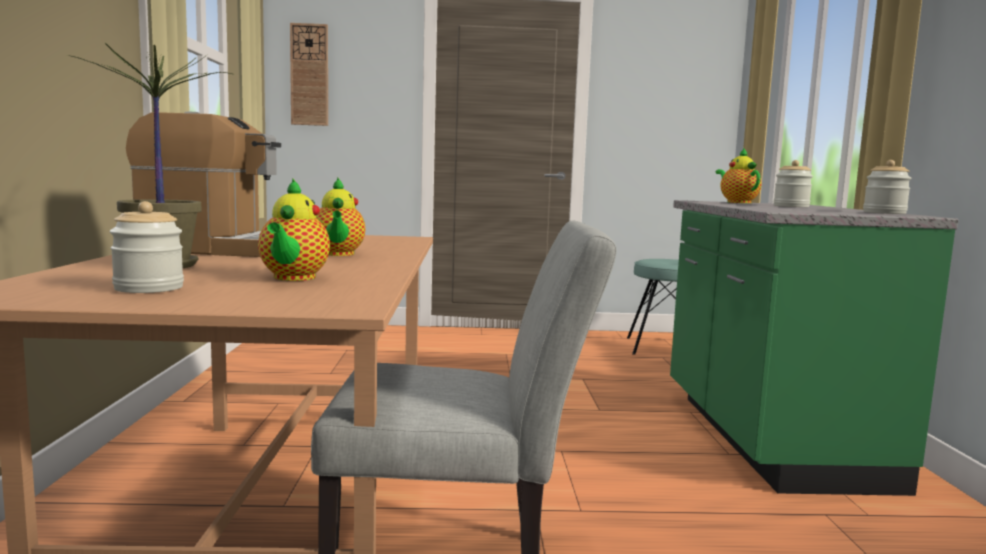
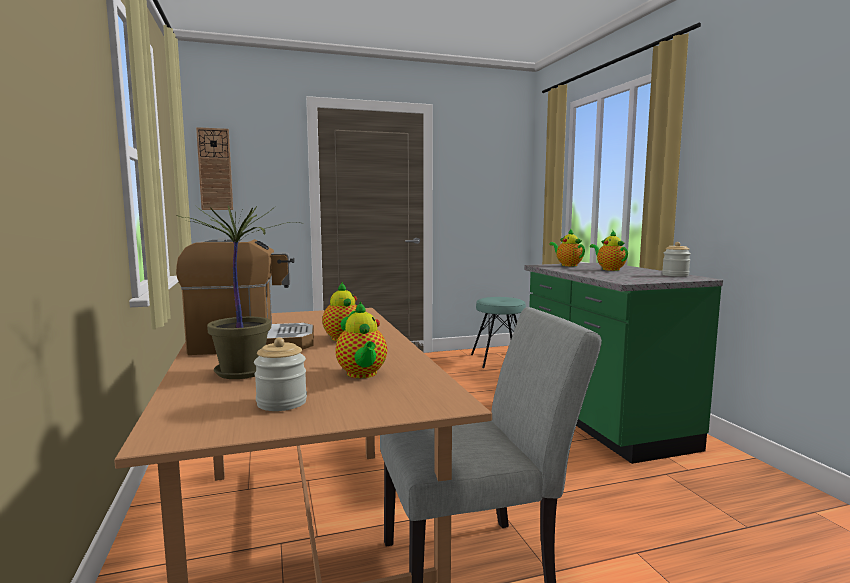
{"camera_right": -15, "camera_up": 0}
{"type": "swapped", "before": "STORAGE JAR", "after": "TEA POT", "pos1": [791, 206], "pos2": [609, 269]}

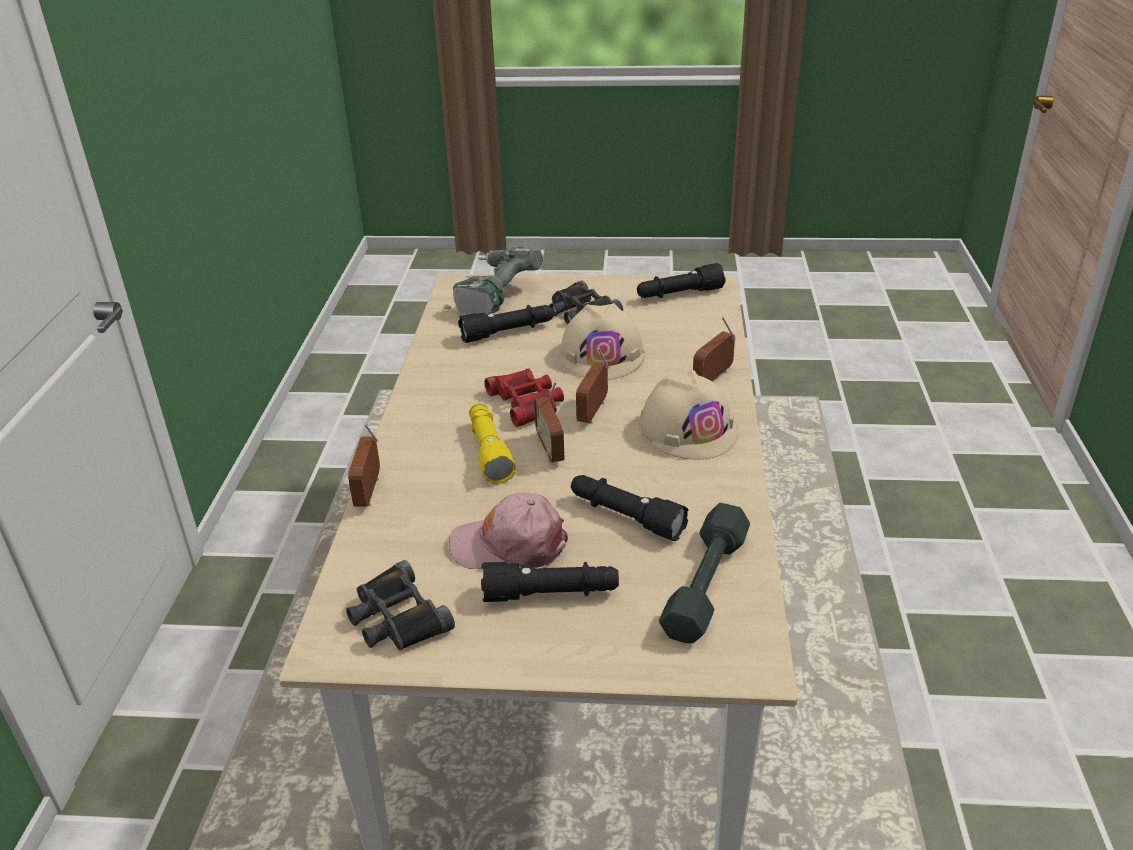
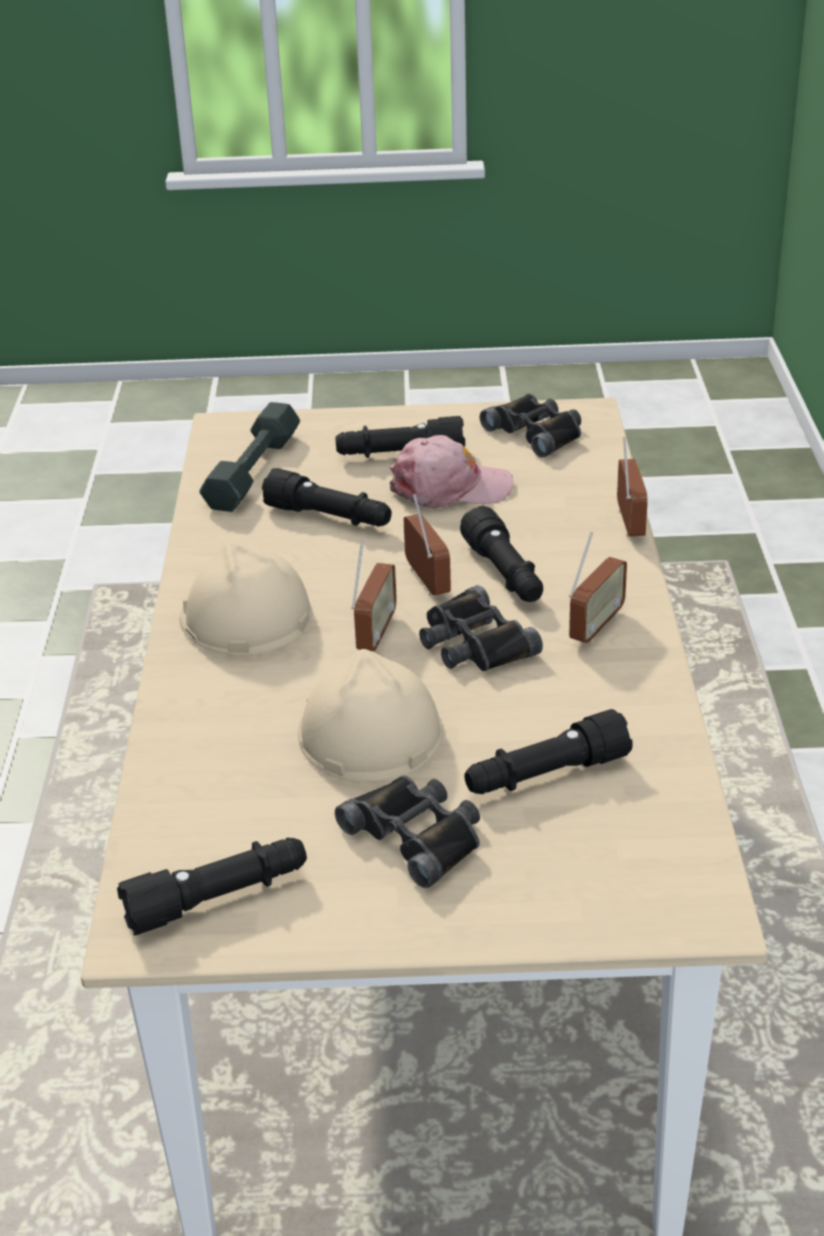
{"camera_right": 175, "camera_up": 0}
{"type": "gone", "before": "DRILL", "pos1": [492, 296]}
{"type": "shifted", "before": "RADIO SET", "pos1": [713, 378], "pos2": [596, 627]}
{"type": "repainted", "before": "YELLOW-COLOURED HAND TORCH", "after": "BLACK HAND TORCH", "pos1": [489, 451], "pos2": [505, 575]}
{"type": "repainted", "before": "REDDISH BINOCULARS", "after": "BLACK BINOCULARS", "pos1": [527, 402], "pos2": [474, 643]}

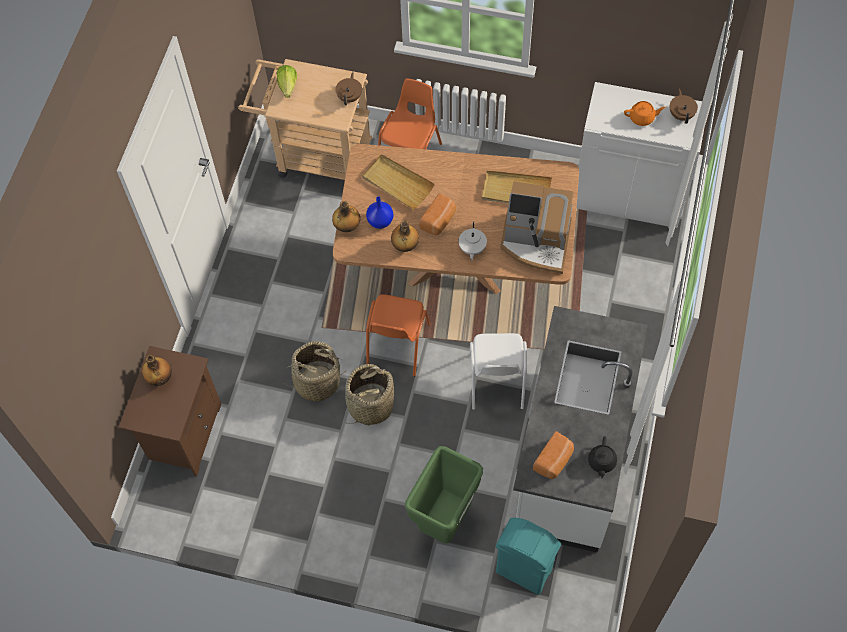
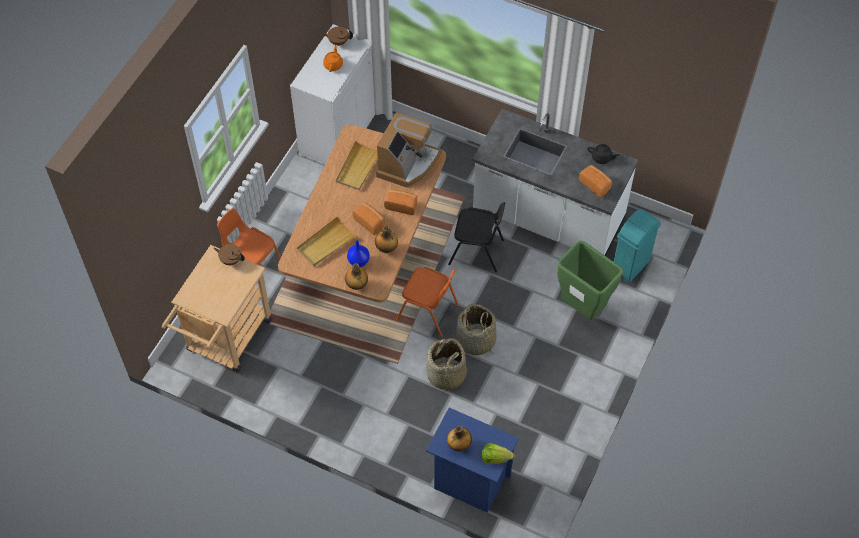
{"camera_right": -80, "camera_up": -5}
{"type": "shifted", "before": "LETTUCE HEAD", "pos1": [288, 86], "pos2": [495, 457]}
{"type": "swapped", "before": "WHITISH TEA POT", "after": "BAKED BREAD", "pos1": [472, 248], "pos2": [401, 205]}
{"type": "repainted", "before": "BROWN NIGHTSTAND", "after": "BLUE-COLOURED NIGHTSTAND", "pos1": [184, 433], "pos2": [469, 481]}
{"type": "repainted", "before": "WHITISH UPRIGHT CHAIR", "after": "BLACK UPRIGHT CHAIR", "pos1": [496, 382], "pos2": [477, 252]}

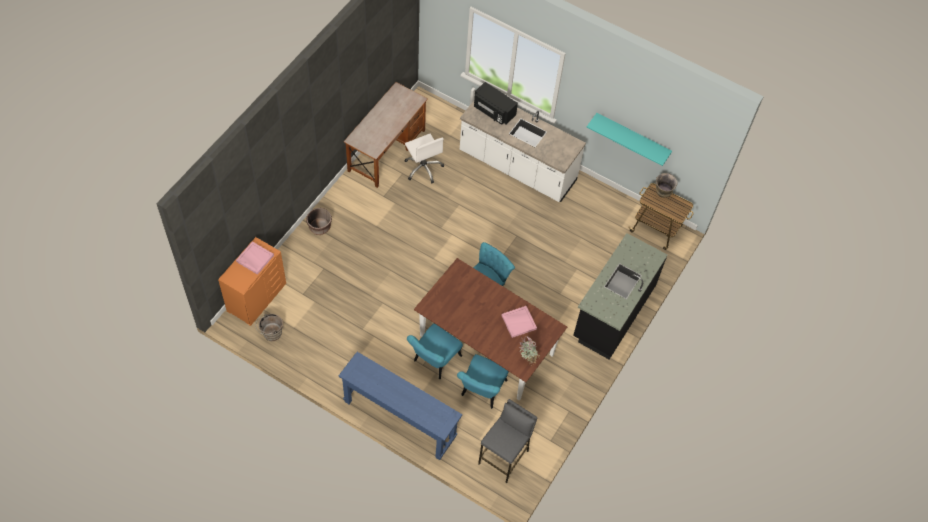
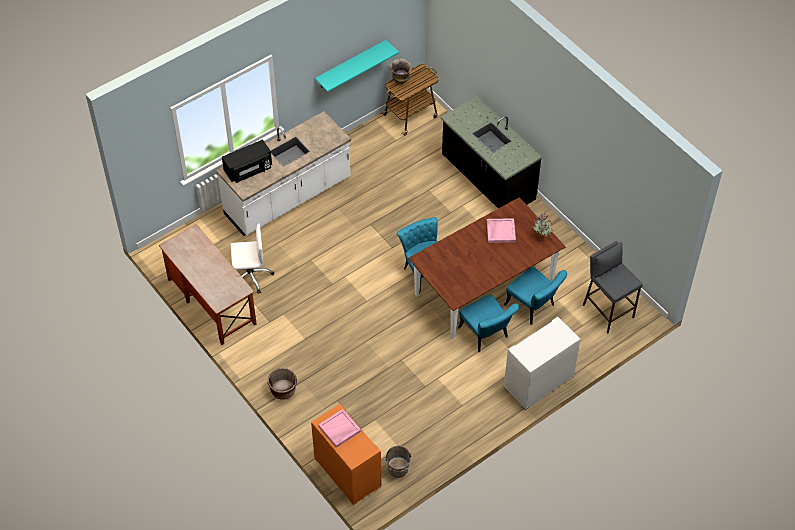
{"camera_right": -65, "camera_up": -5}
{"type": "swapped", "before": "BLUE-COLOURED CONSOLE TABLE", "after": "WHITISH DRESSER", "pos1": [400, 419], "pos2": [539, 382]}

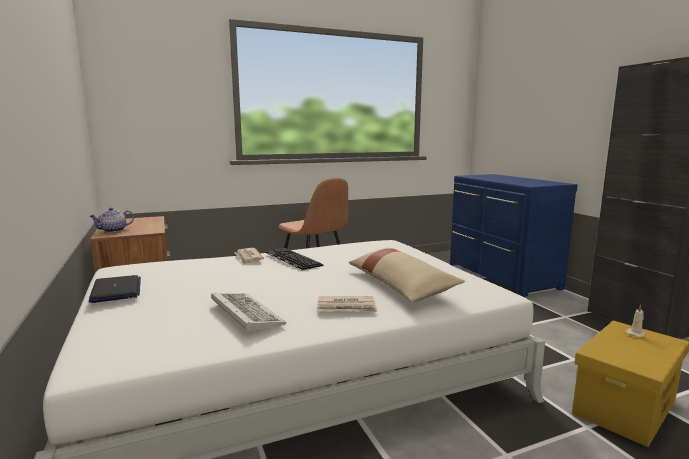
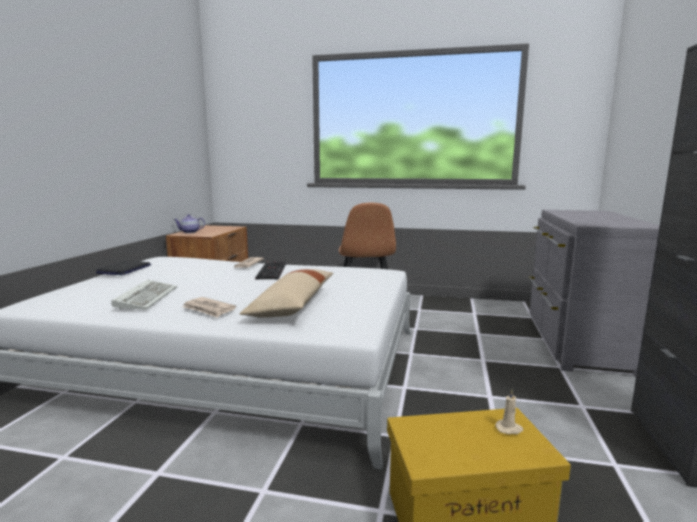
{"camera_right": 35, "camera_up": 0}
{"type": "repainted", "before": "BLUE-COLOURED DRESSER", "after": "GRAY DRESSER", "pos1": [500, 276], "pos2": [576, 343]}

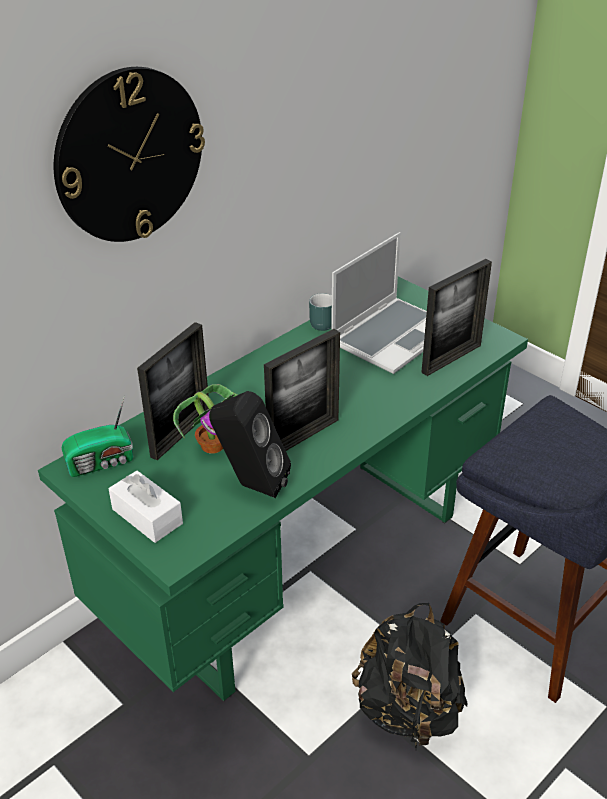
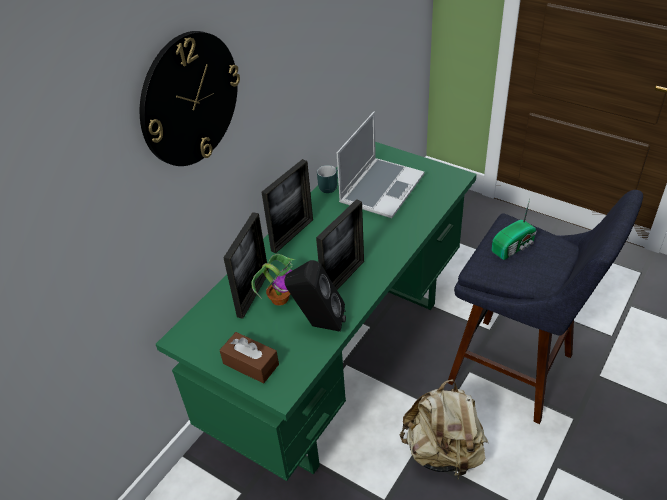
{"camera_right": -10, "camera_up": 5}
{"type": "shifted", "before": "RADIO SET", "pos1": [102, 463], "pos2": [514, 247]}
{"type": "shifted", "before": "PICTURE FRAME", "pos1": [451, 359], "pos2": [292, 235]}
{"type": "repainted", "before": "WHITISH TISSUE BOX", "after": "BROWN TISSUE BOX", "pos1": [147, 516], "pos2": [251, 364]}
{"type": "repainted", "before": "BLACK KNAPSACK", "after": "BEIGE KNAPSACK", "pos1": [408, 710], "pos2": [443, 452]}

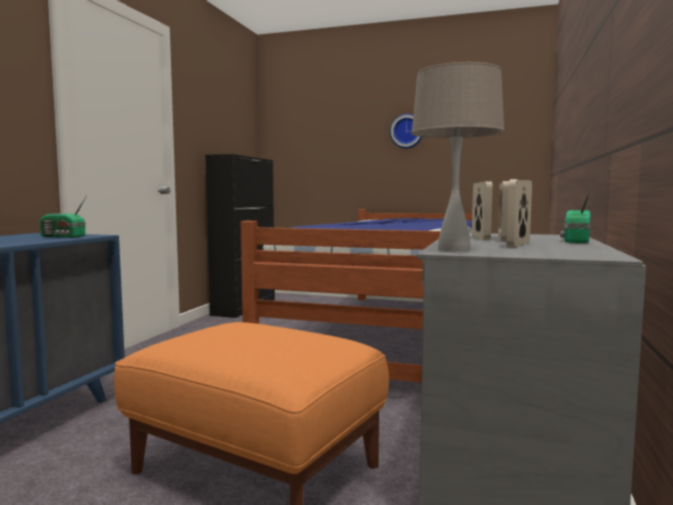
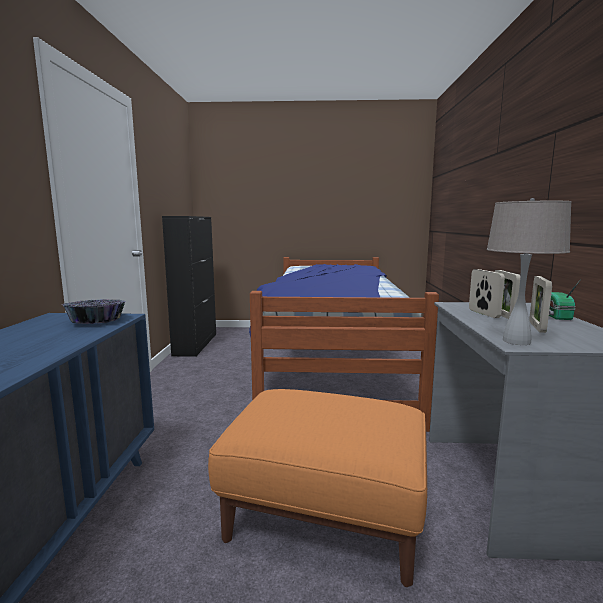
{"camera_right": -15, "camera_up": 5}
{"type": "gone", "before": "CLOCK ON THE WALL", "pos1": [407, 131]}
{"type": "swapped", "before": "RADIO SET", "after": "BOWL", "pos1": [63, 236], "pos2": [97, 321]}

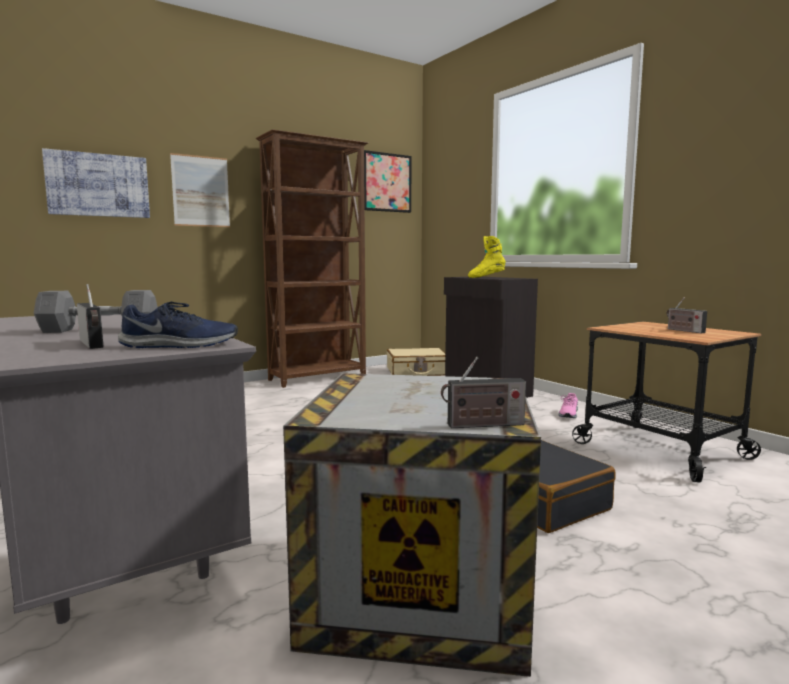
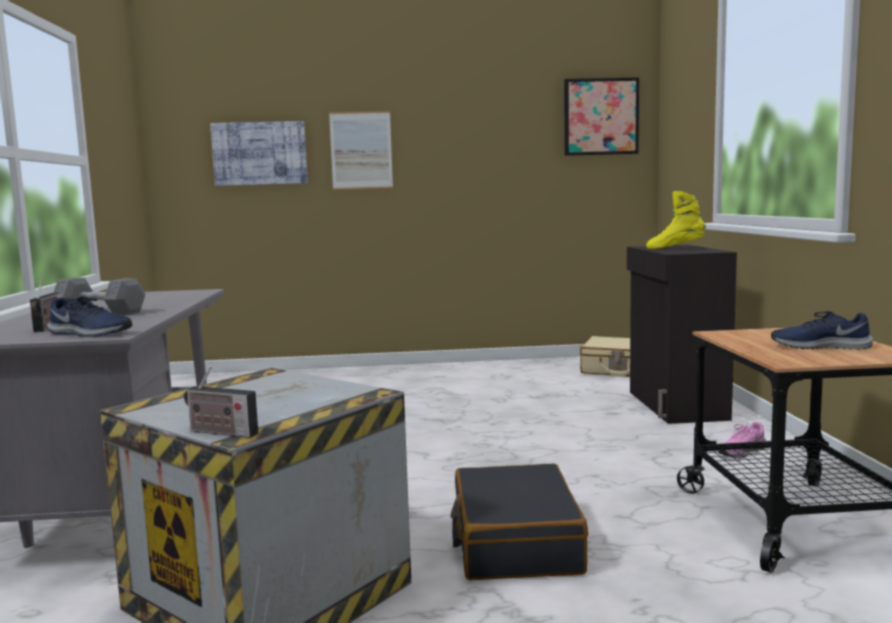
{"camera_right": 30, "camera_up": 0}
{"type": "gone", "before": "BROWN SHELVING UNIT", "pos1": [319, 378]}
{"type": "swapped", "before": "RADIO SET", "after": "BLUE-COLOURED LOW SHOE", "pos1": [683, 330], "pos2": [819, 346]}

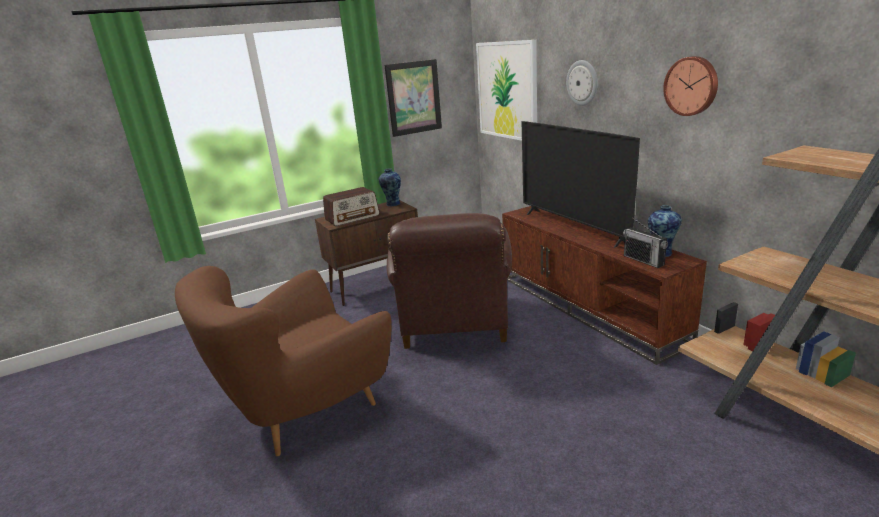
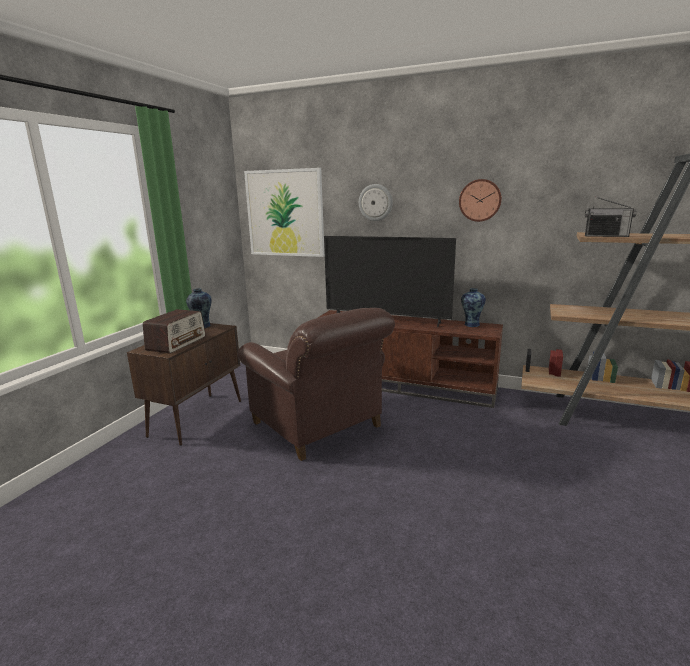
{"camera_right": -40, "camera_up": -5}
{"type": "gone", "before": "BROWN ARMCHAIR", "pos1": [305, 410]}
{"type": "gone", "before": "WALL PICTURE", "pos1": [414, 98]}
{"type": "shifted", "before": "RADIO SET", "pos1": [643, 260], "pos2": [606, 236]}

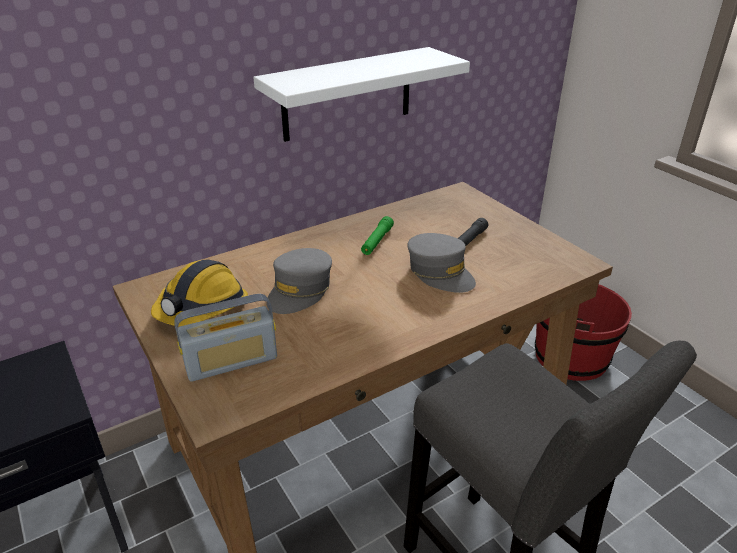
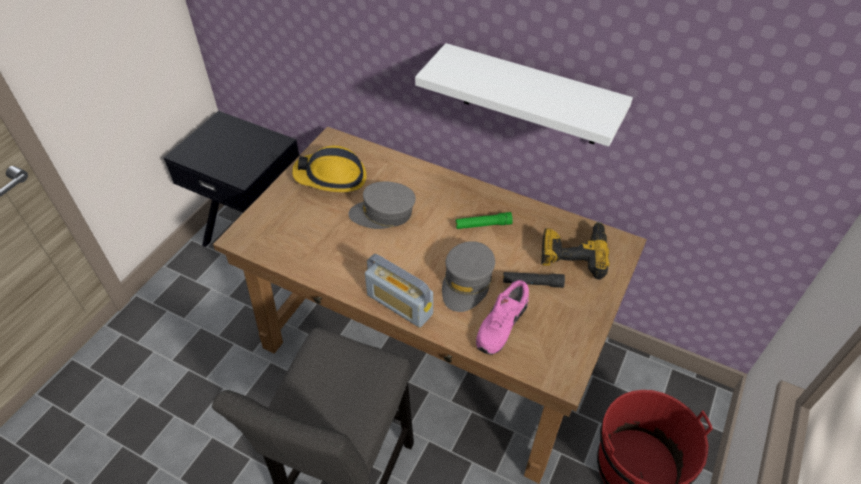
{"camera_right": 60, "camera_up": 15}
{"type": "new", "after": "PINKISH LOW SHOE", "pos2": [500, 325]}
{"type": "new", "after": "DRILL", "pos2": [573, 253]}
{"type": "shifted", "before": "RADIO SET", "pos1": [231, 361], "pos2": [400, 304]}

